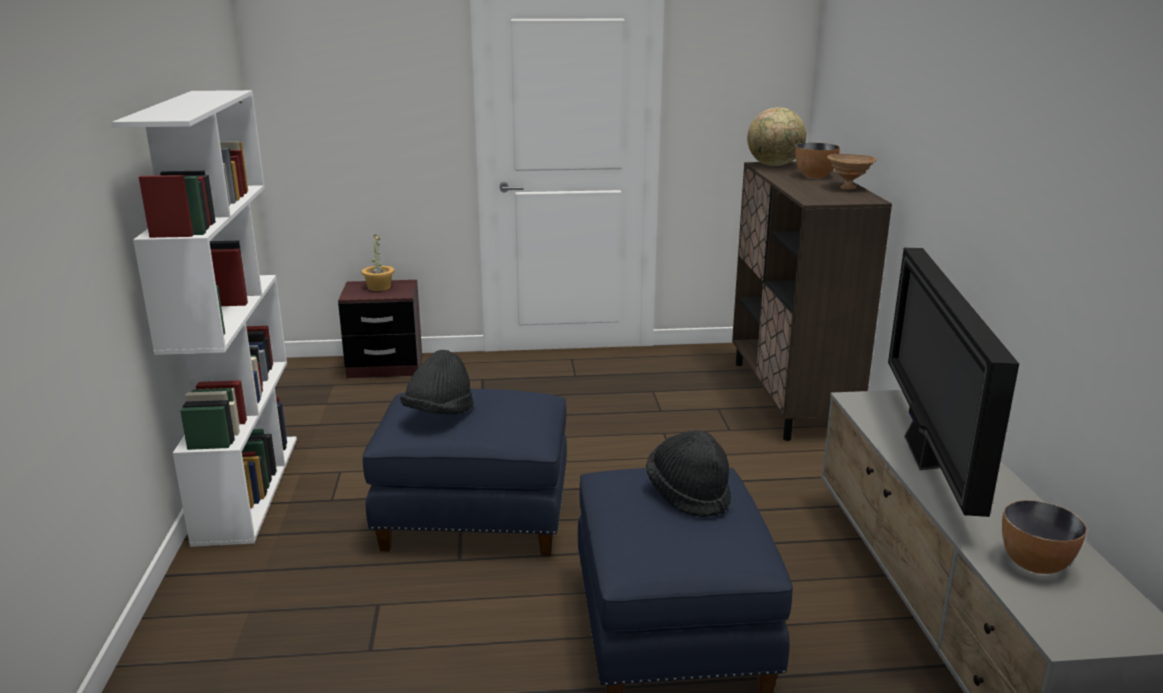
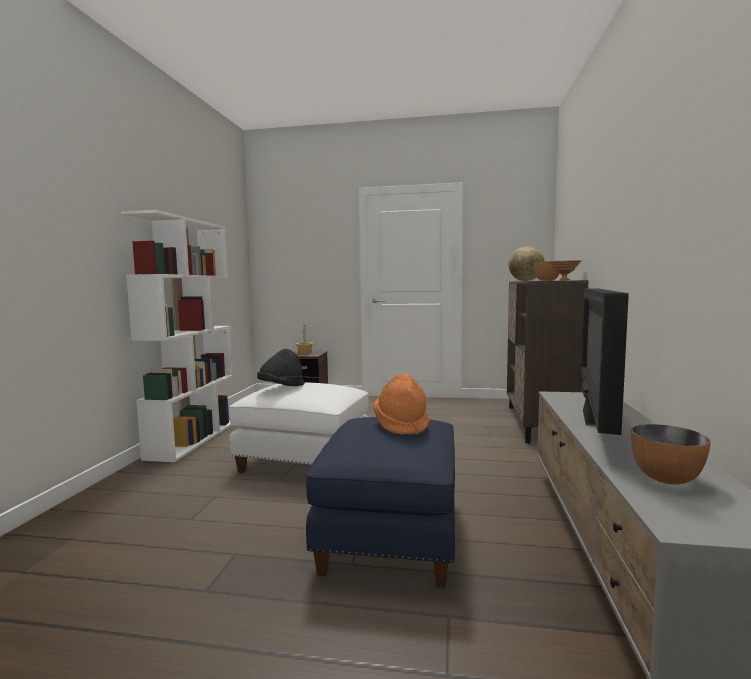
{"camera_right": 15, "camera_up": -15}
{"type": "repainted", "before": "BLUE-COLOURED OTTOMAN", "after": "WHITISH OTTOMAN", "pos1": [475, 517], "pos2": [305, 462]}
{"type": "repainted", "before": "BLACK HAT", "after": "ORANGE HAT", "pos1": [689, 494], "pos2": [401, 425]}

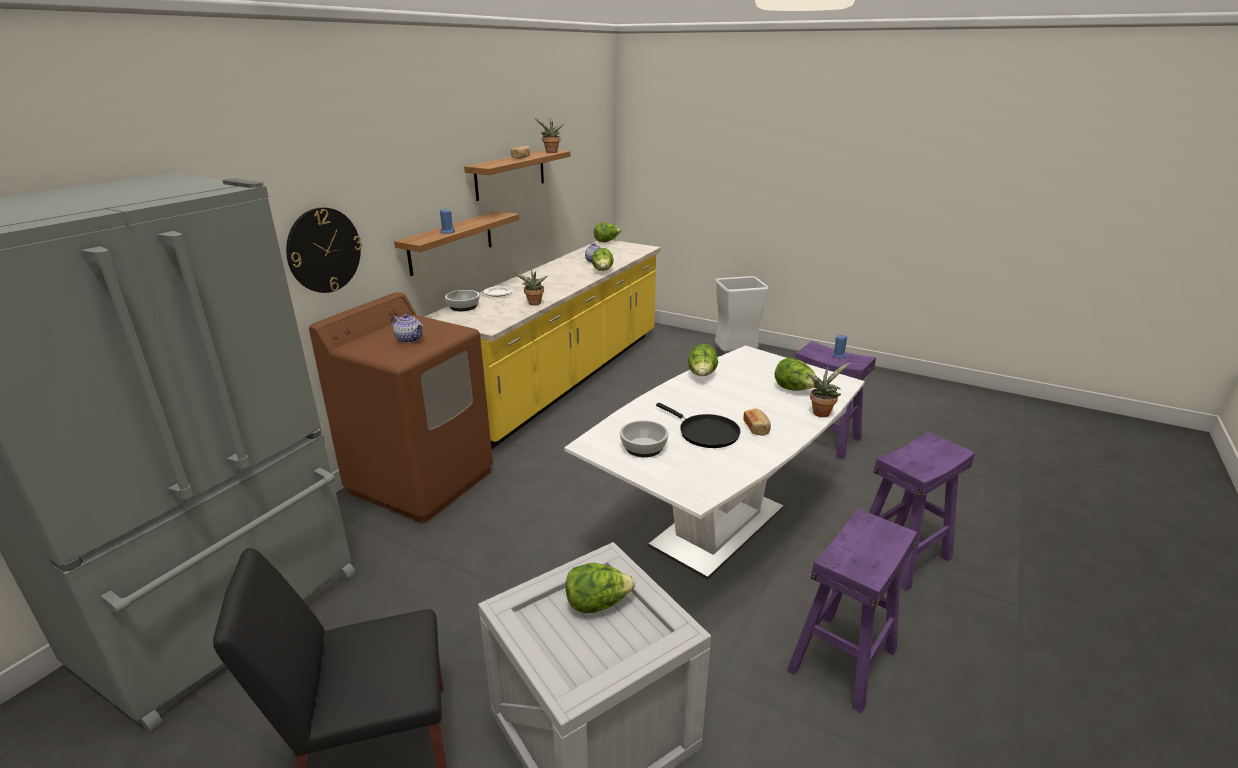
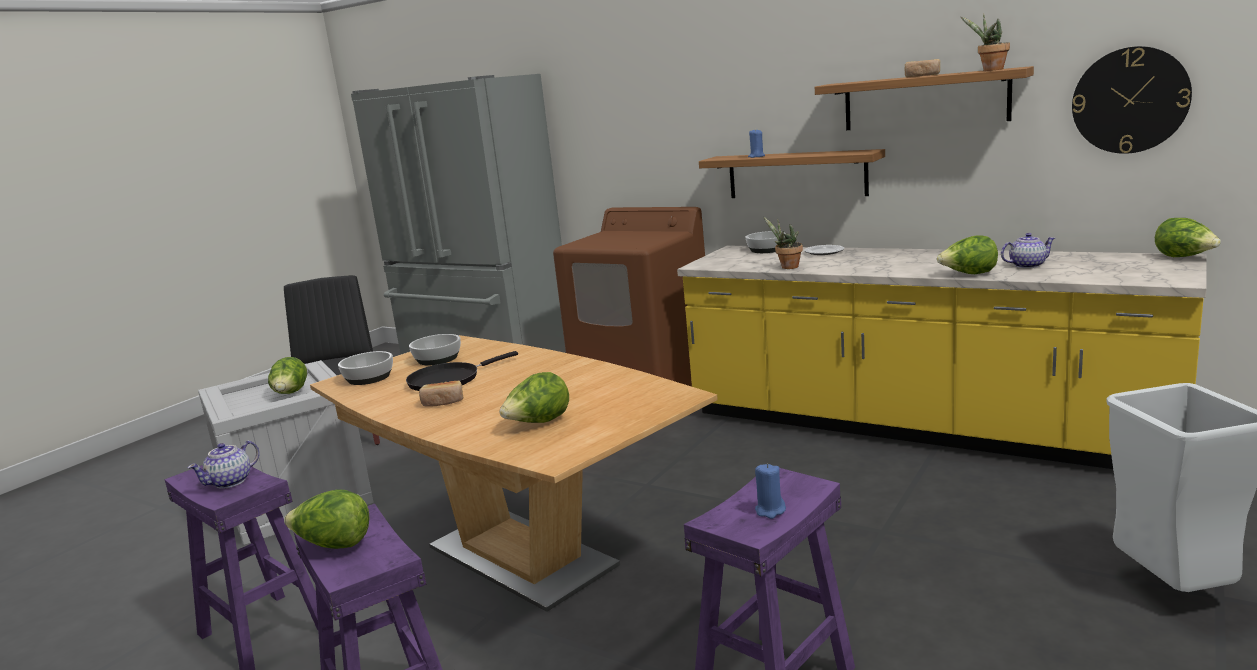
{"camera_right": 95, "camera_up": -10}
{"type": "gone", "before": "HOUSEPLANT", "pos1": [822, 412]}
{"type": "new", "after": "BOWL", "pos2": [369, 378]}
{"type": "shifted", "before": "CLOCK ON THE WALL", "pos1": [324, 250], "pos2": [1130, 100]}
{"type": "shifted", "before": "TEA POT", "pos1": [409, 339], "pos2": [231, 482]}
{"type": "shifted", "before": "LETTUCE HEAD", "pos1": [702, 376], "pos2": [333, 545]}
{"type": "repainted", "before": "WHITISH KITCHEN TABLE", "after": "BROWN KITCHEN TABLE", "pos1": [718, 527], "pos2": [521, 557]}

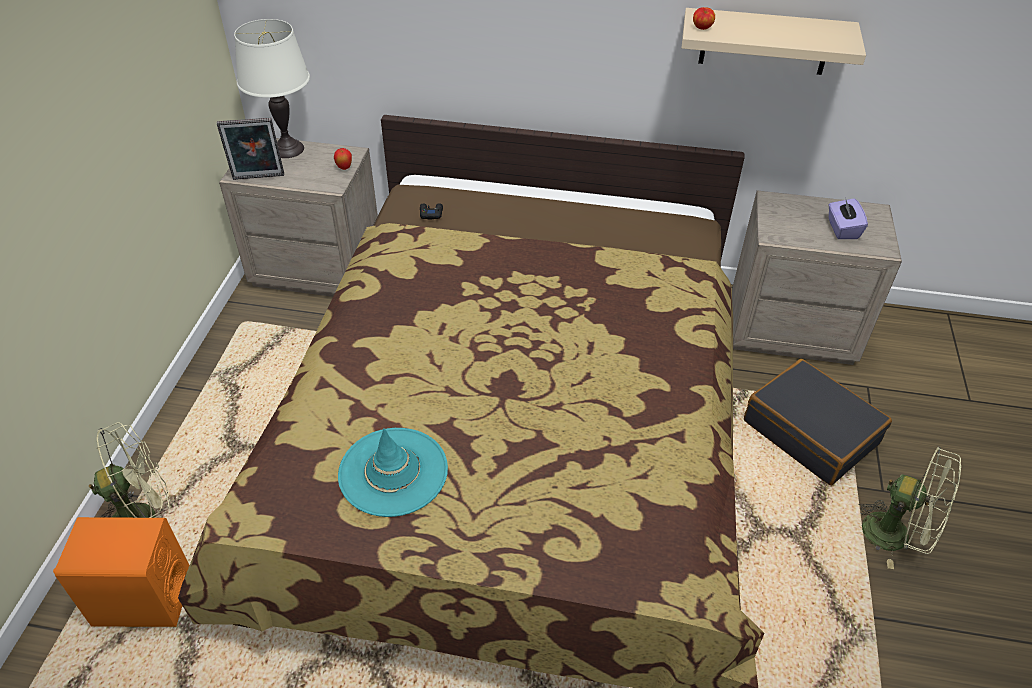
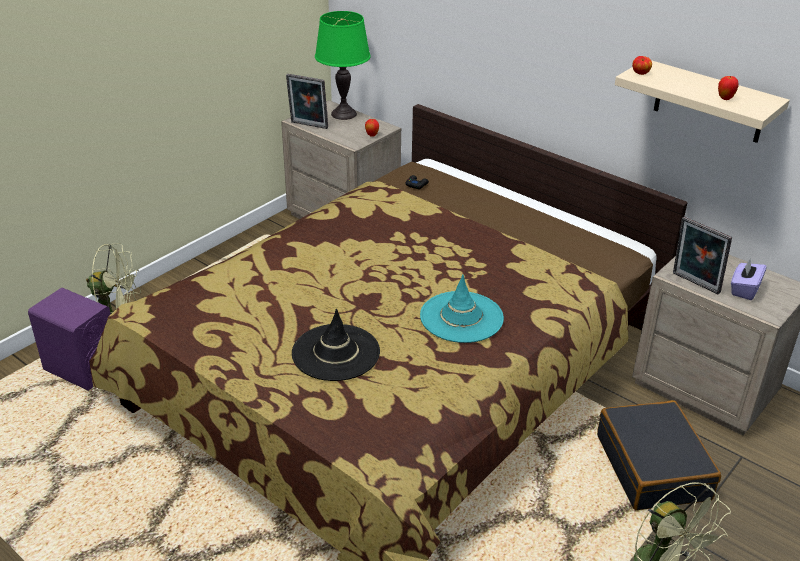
{"camera_right": 30, "camera_up": -10}
{"type": "new", "after": "BLACK HAT", "pos2": [335, 353]}
{"type": "new", "after": "PICTURE FRAME", "pos2": [694, 284]}
{"type": "new", "after": "APPLE FRUIT", "pos2": [725, 98]}
{"type": "shifted", "before": "TURQUOISE HAT", "pos1": [393, 472], "pos2": [461, 317]}
{"type": "repainted", "before": "ORANGE SPEAKER", "after": "PURPLISH SPEAKER", "pos1": [143, 599], "pos2": [82, 368]}
{"type": "repainted", "before": "WHITISH LAMP FOR A TABLE", "after": "GREENISH LAMP FOR A TABLE", "pos1": [287, 149], "pos2": [343, 114]}

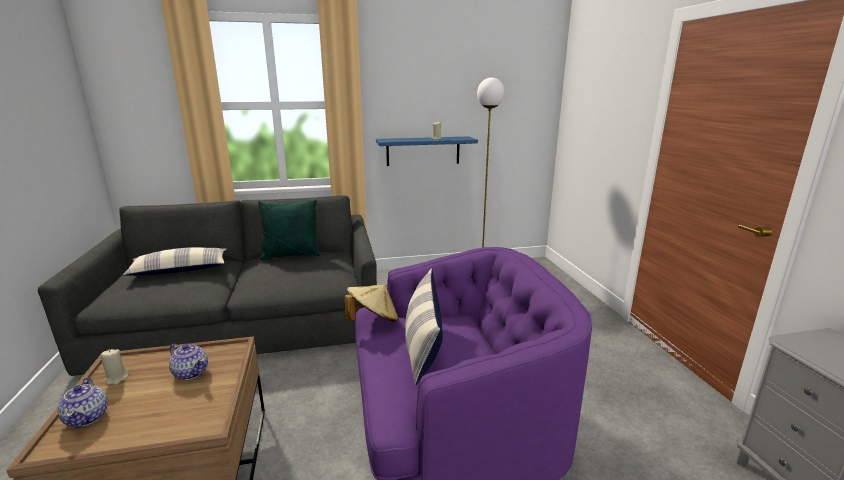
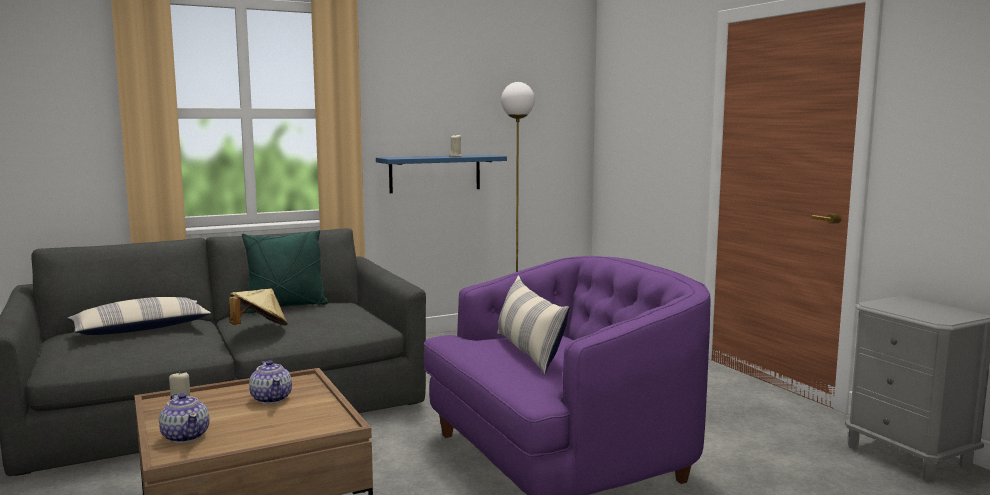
{"camera_right": -15, "camera_up": -10}
{"type": "shifted", "before": "BEIGE HAT", "pos1": [373, 321], "pos2": [259, 329]}
{"type": "rotated", "before": "TEA POT", "pos1": [191, 372], "pos2": [271, 398], "turn": 45}

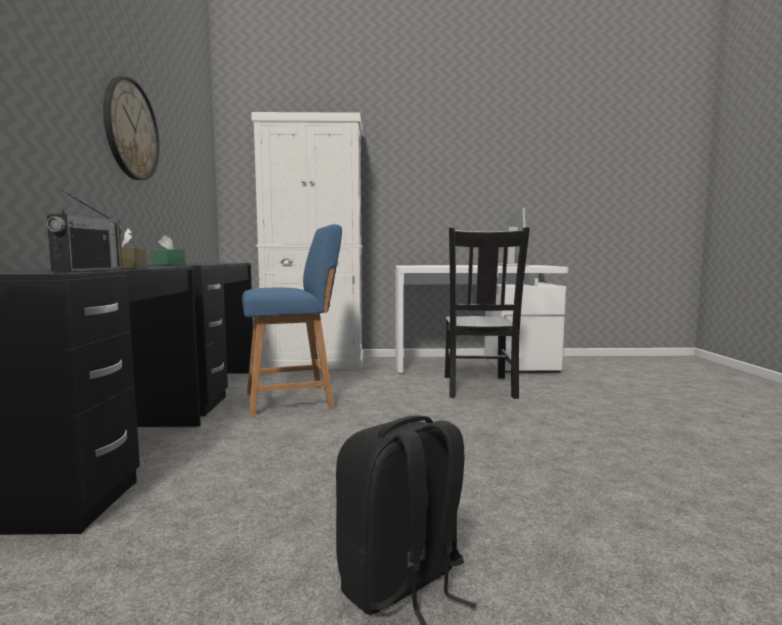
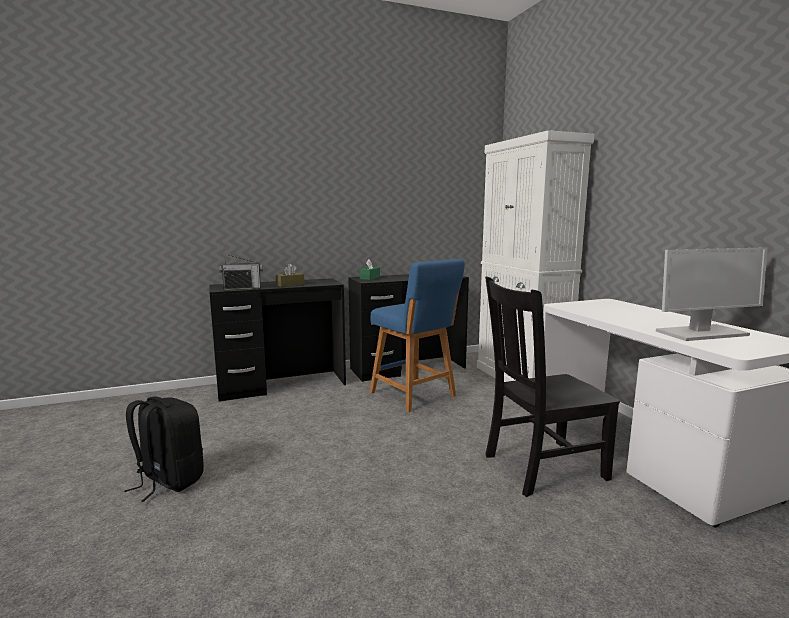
{"camera_right": 70, "camera_up": 5}
{"type": "gone", "before": "CLOCK ON THE WALL", "pos1": [131, 130]}

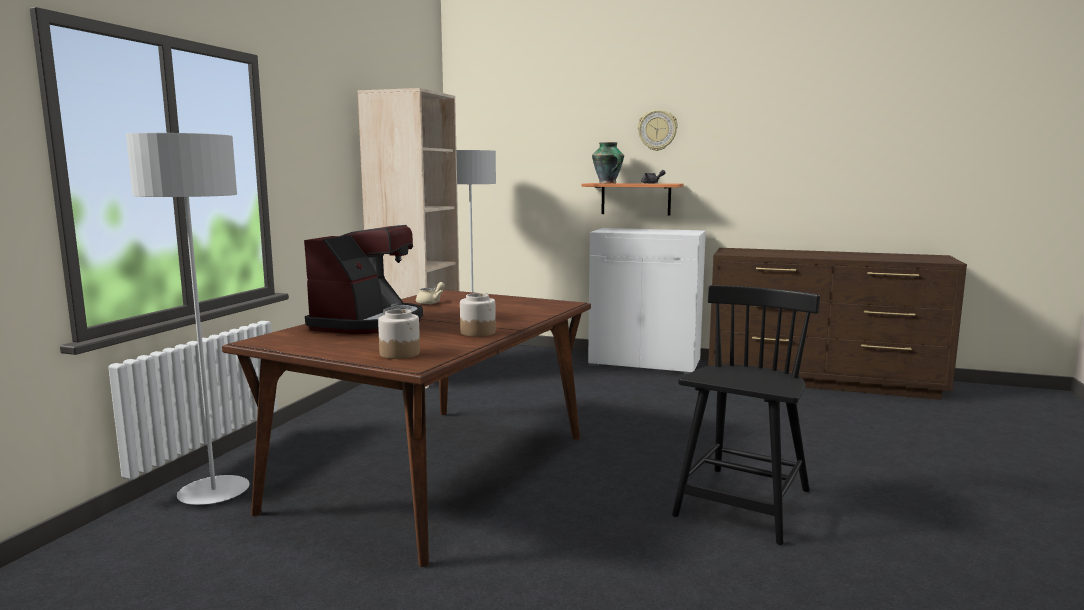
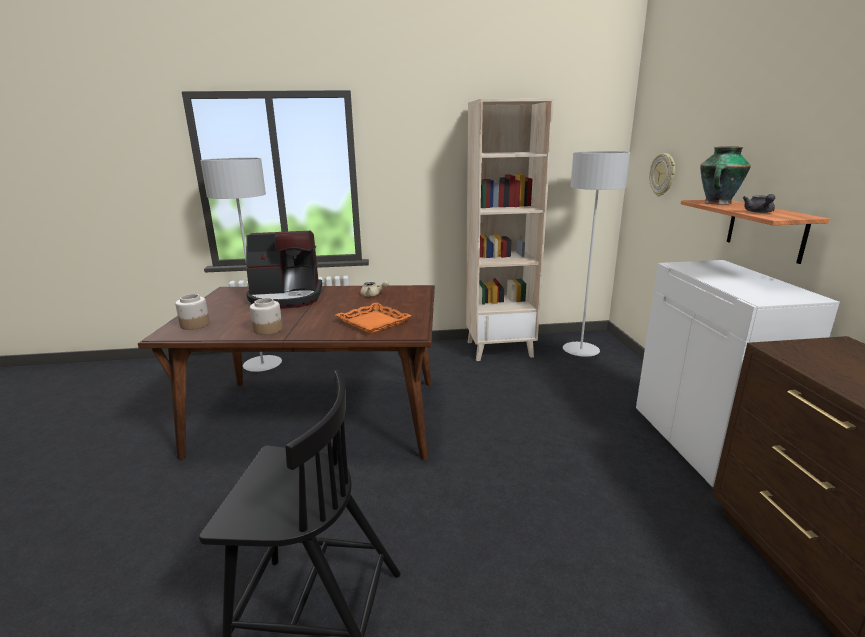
{"camera_right": 65, "camera_up": 10}
{"type": "new", "after": "ORANGE TRAY", "pos2": [374, 322]}
{"type": "shifted", "before": "CLOCK ON THE WALL", "pos1": [657, 130], "pos2": [663, 174]}

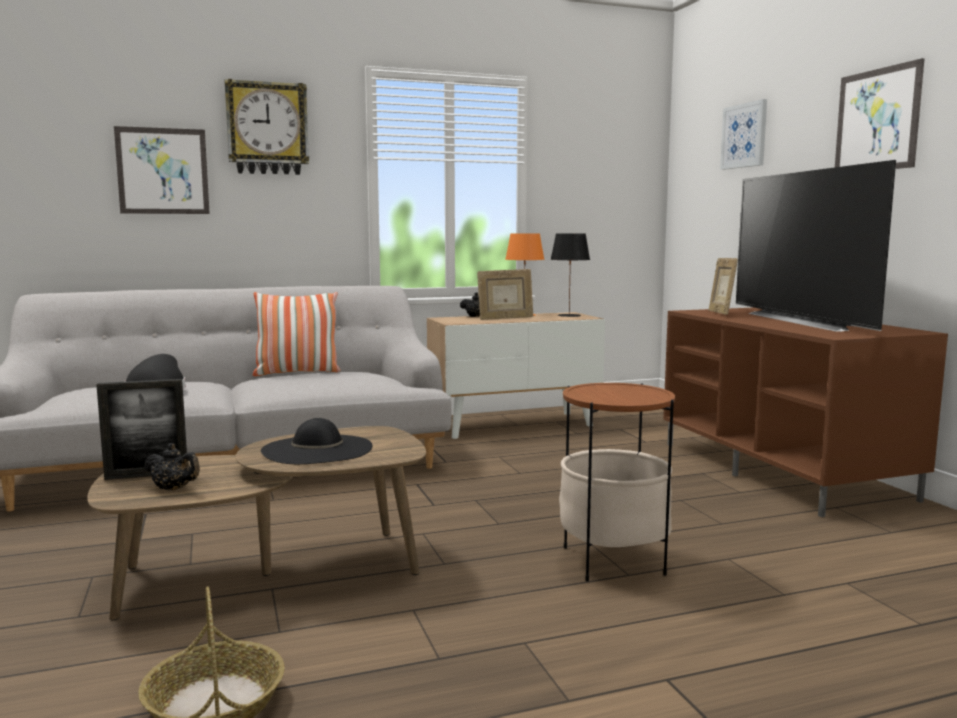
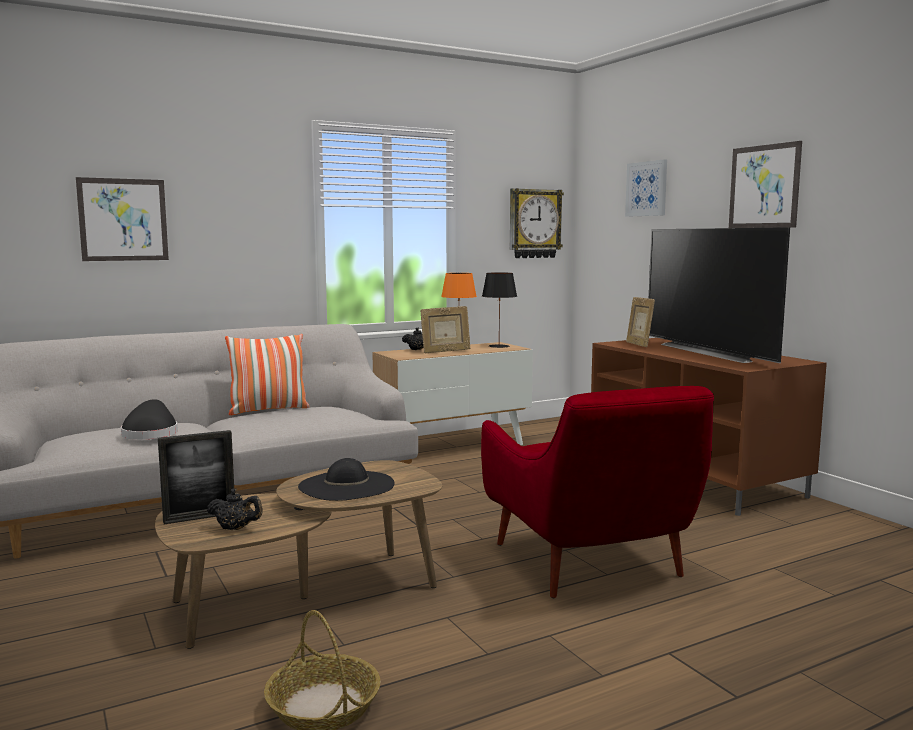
{"camera_right": -10, "camera_up": 0}
{"type": "shifted", "before": "CLOCK ON THE WALL", "pos1": [267, 128], "pos2": [534, 223]}
{"type": "swapped", "before": "ACCENT TABLE", "after": "REDDISH ARMCHAIR", "pos1": [613, 561], "pos2": [590, 564]}

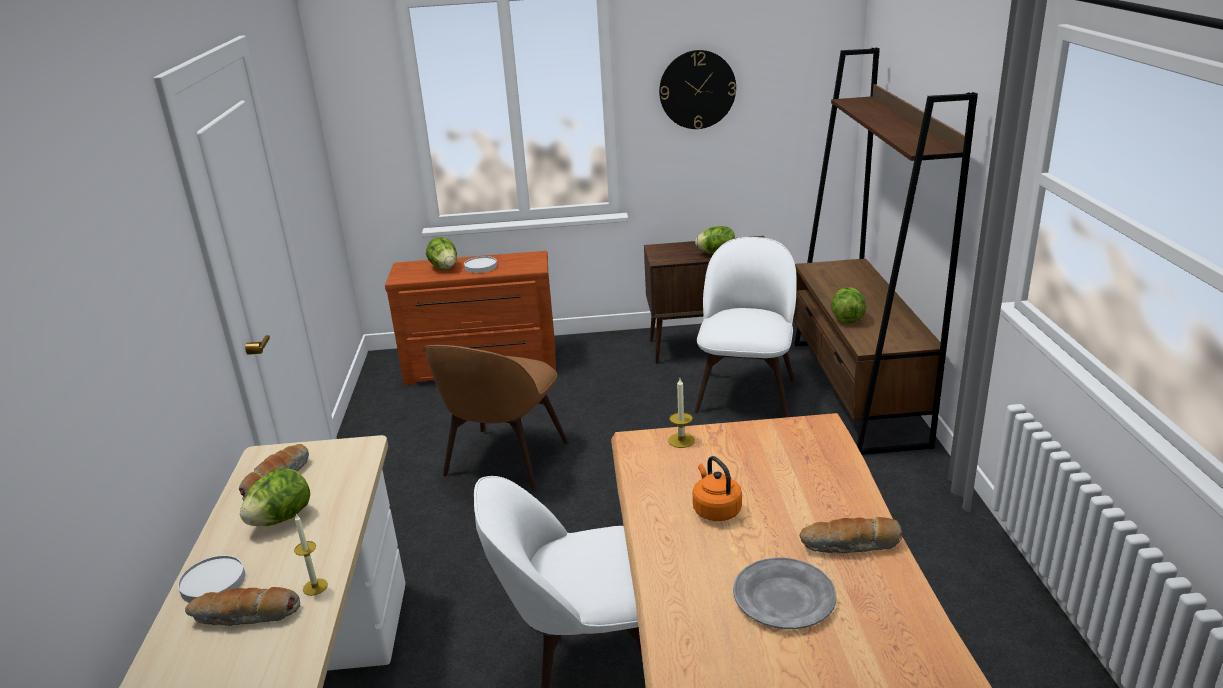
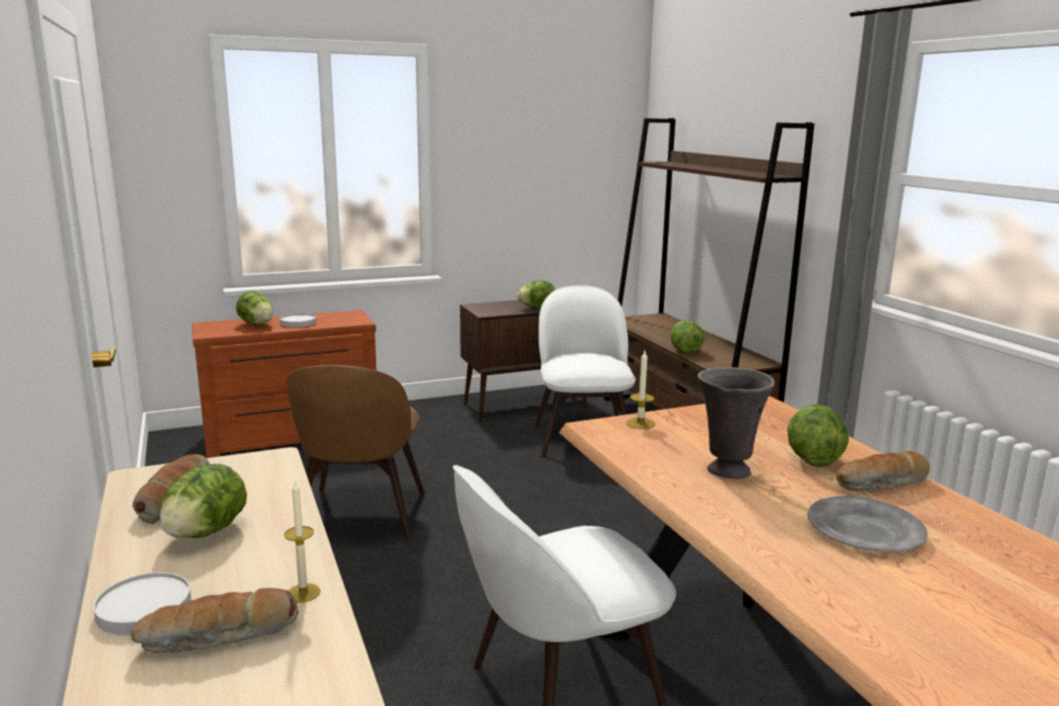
{"camera_right": -20, "camera_up": -10}
{"type": "gone", "before": "CLOCK ON THE WALL", "pos1": [697, 89]}
{"type": "new", "after": "LETTUCE HEAD", "pos2": [812, 460]}
{"type": "swapped", "before": "ORANGE KETTLE", "after": "GRAY DECORATIVE VASE", "pos1": [715, 510], "pos2": [726, 471]}

